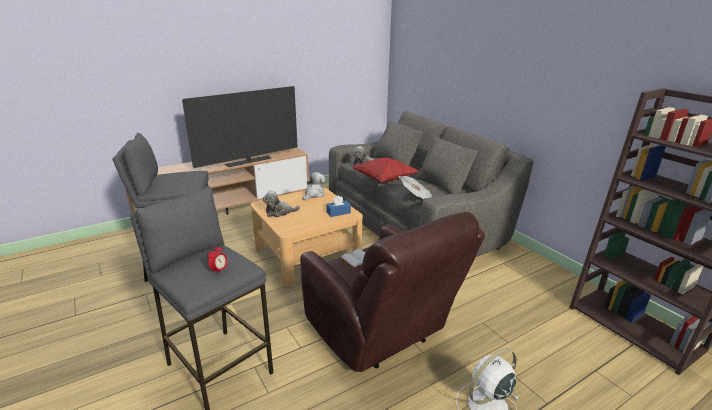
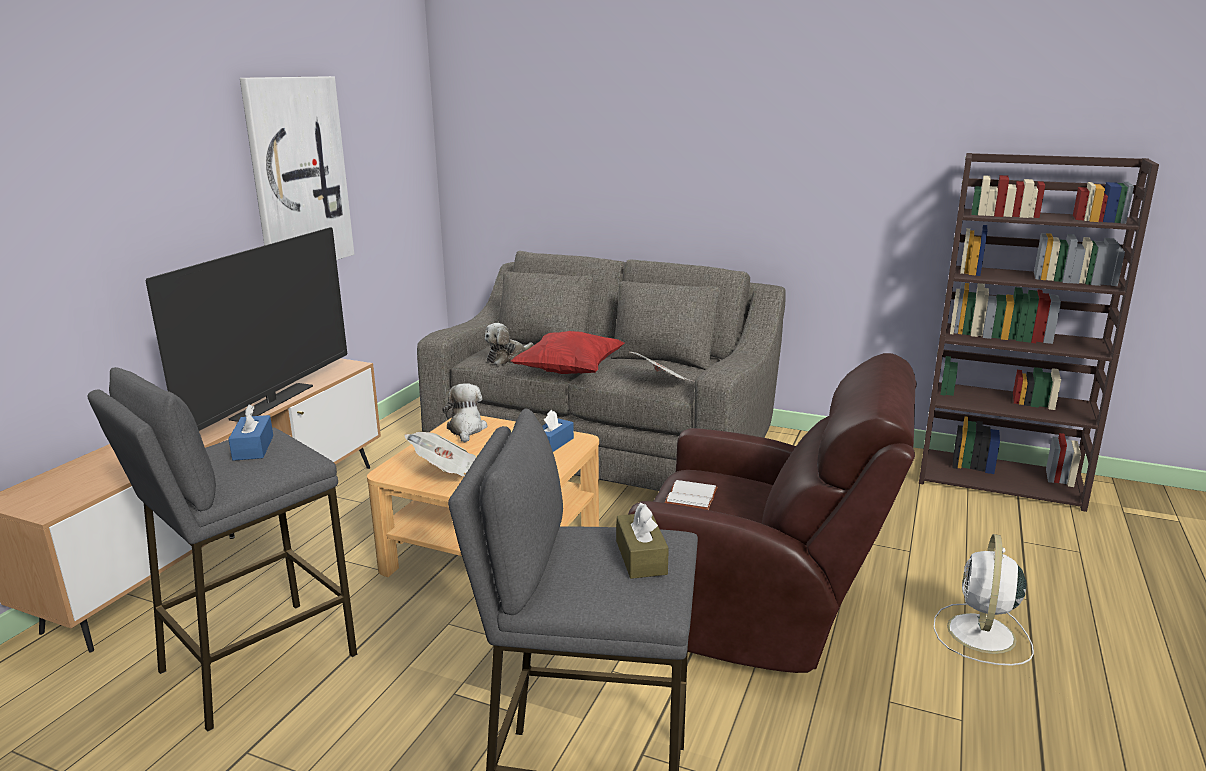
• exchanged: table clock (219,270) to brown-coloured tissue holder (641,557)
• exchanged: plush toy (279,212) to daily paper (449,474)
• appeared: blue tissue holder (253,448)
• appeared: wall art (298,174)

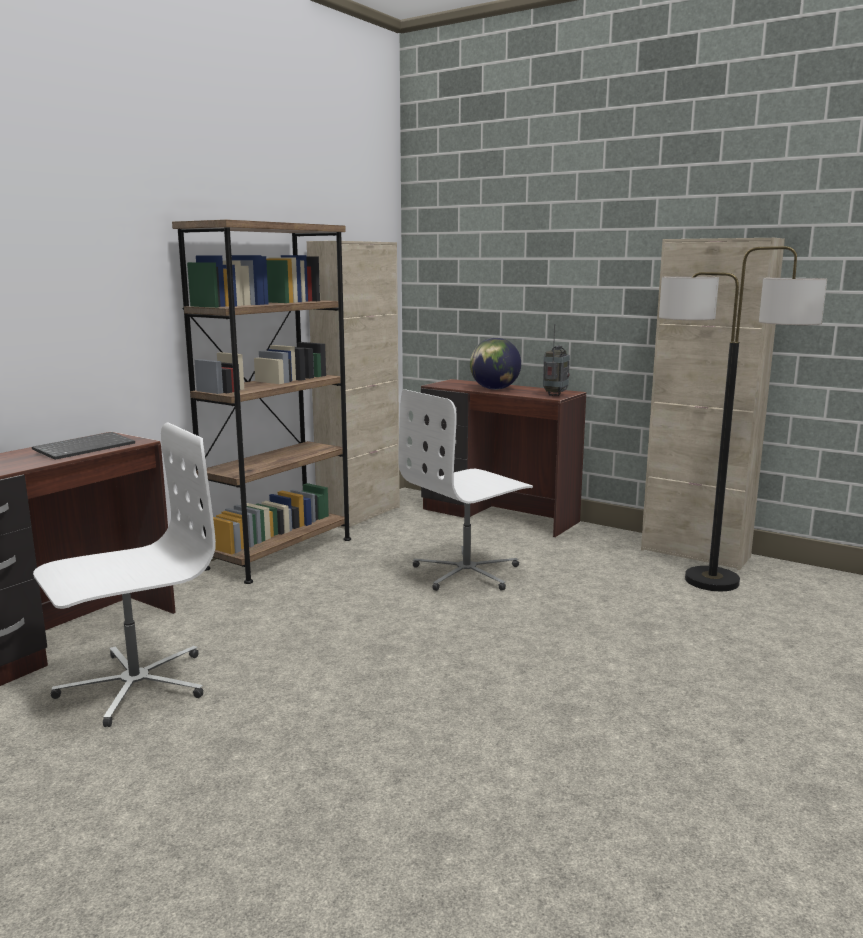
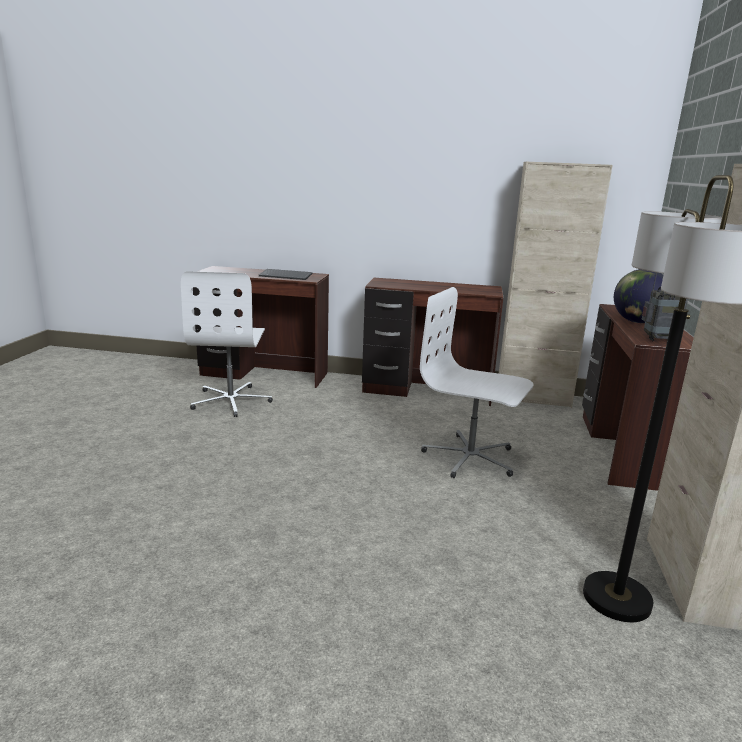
• spun: white-coloured desk chair (134,685) = (231,401) 60 degrees clockwise
• exchanged: brown-coloured shelving unit (280,553) to brown-coloured desk table (427,391)

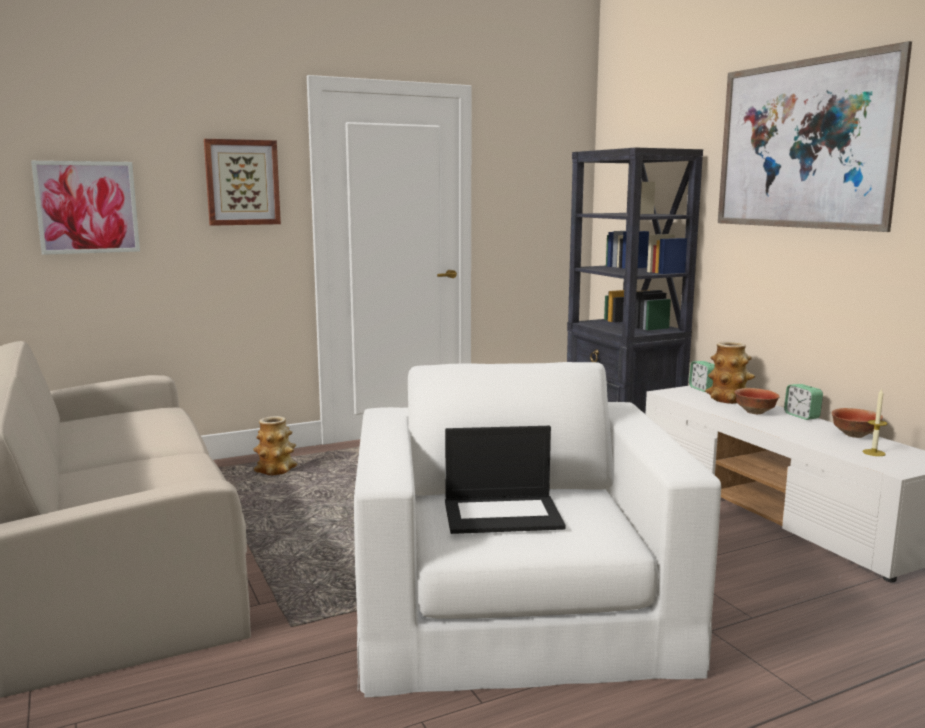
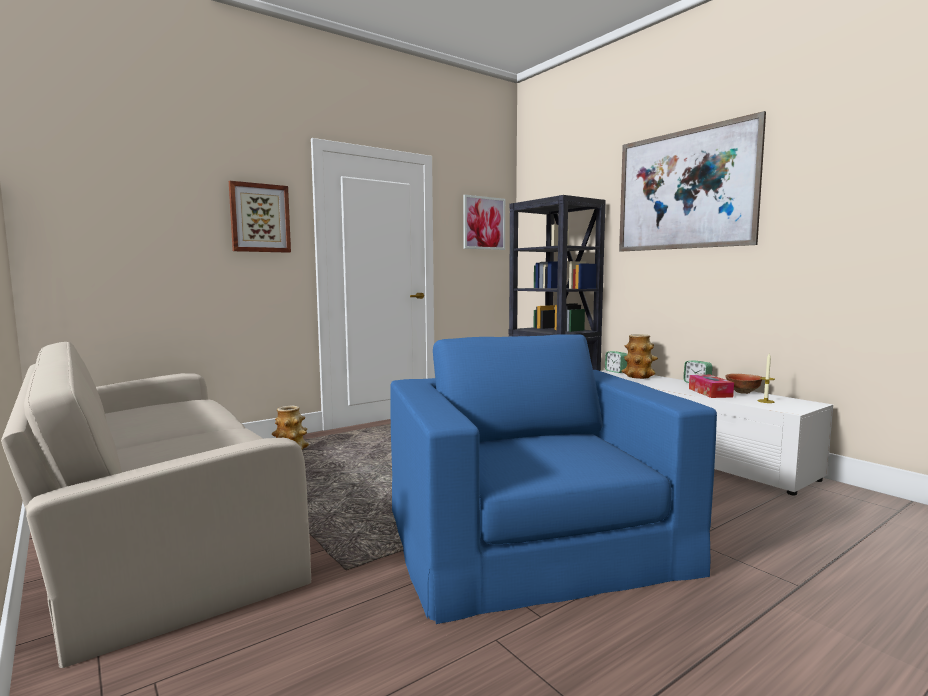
• relocated: wall art (87,207) to (483,223)
• colour: white-coloured armchair (515,608) to blue armchair (532,537)
• missing: portable computer (503,514)
• missing: bowl (755,412)
• appeared: tissue holder (710,393)

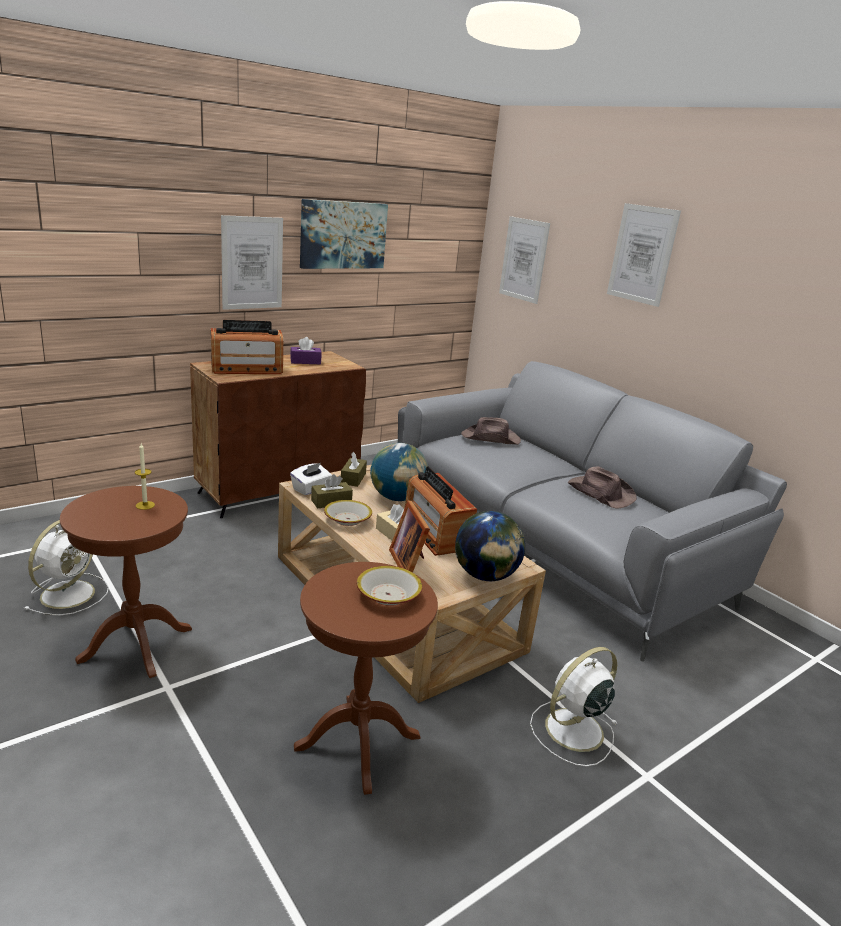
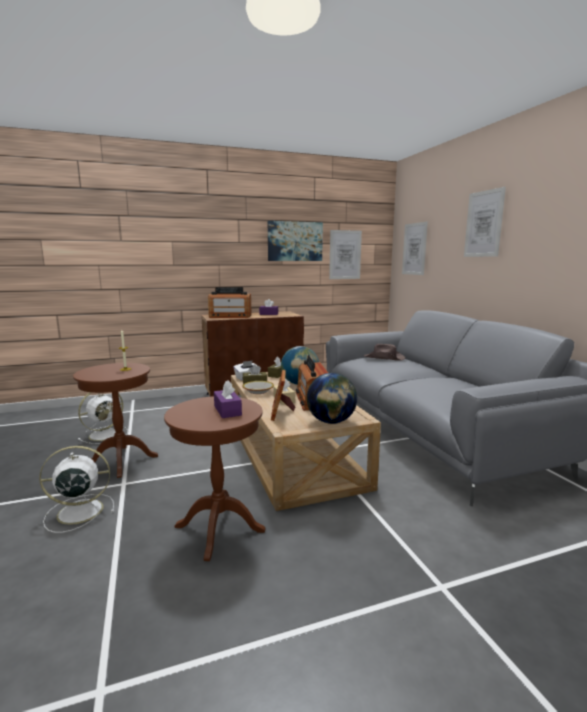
• relocated: wall art (252,263) to (345,255)
• exchanged: bowl (388,595) to purple-coloured tissue holder (227,410)
• relocated: white-coloured cooling fan (572,730) to (78,512)
• missing: brown-coloured hat (600,493)

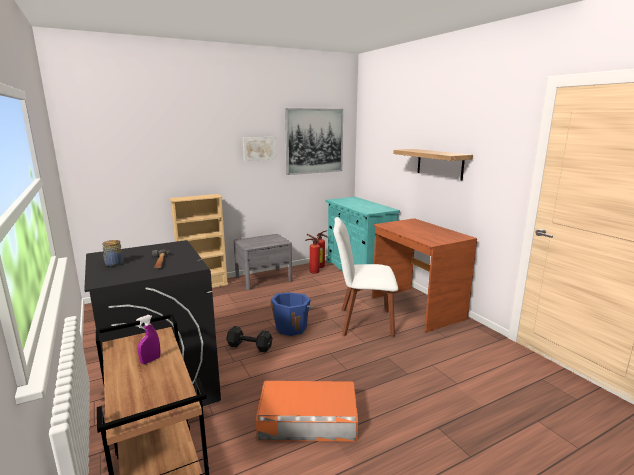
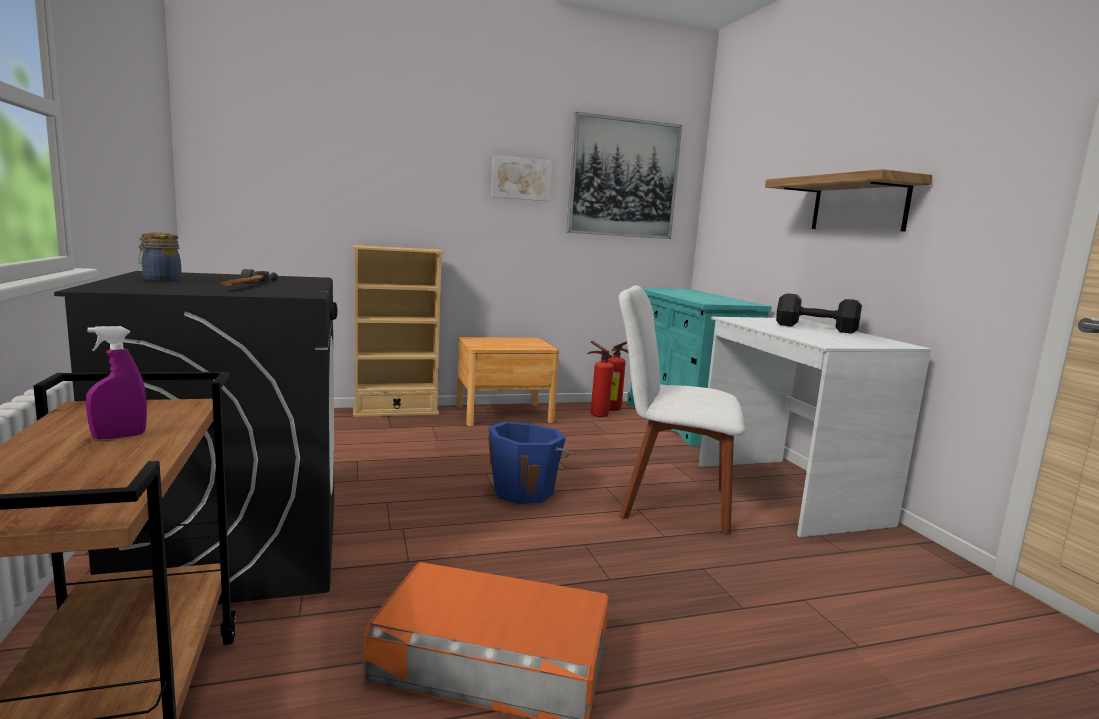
• relocated: black-coloured free weight (249,346) to (814,328)
• colour: grey bedside table (263,279) to brown-coloured bedside table (504,414)
• colour: brown-coloured desk table (416,308) to white-coloured desk table (786,493)

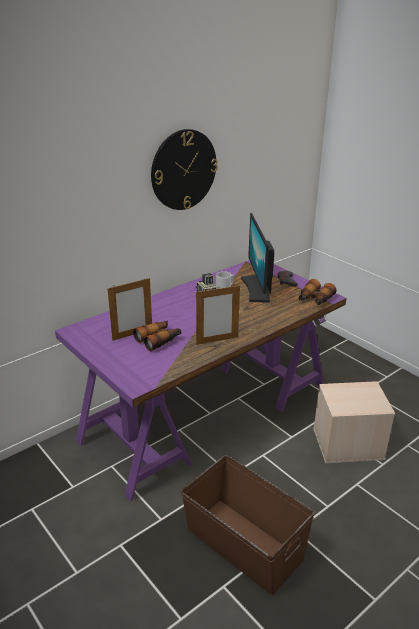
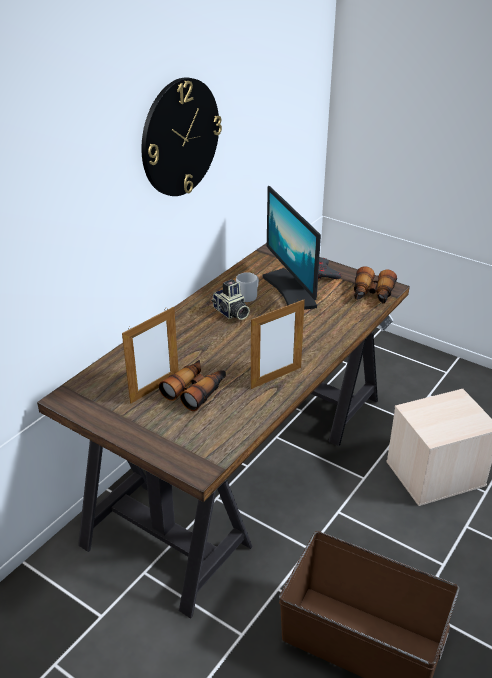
• colour: purple-coloured desk table (207,411) to brown-coloured desk table (243,464)

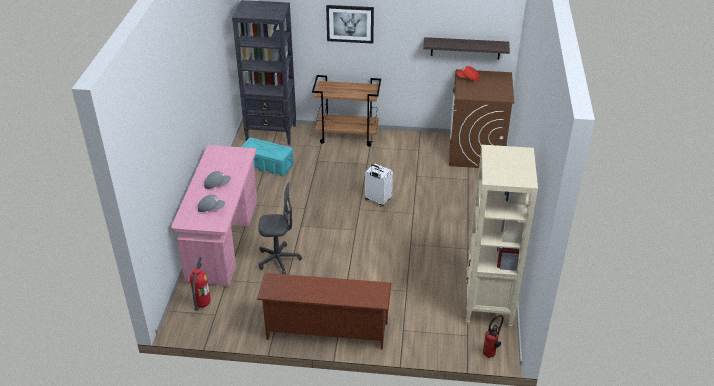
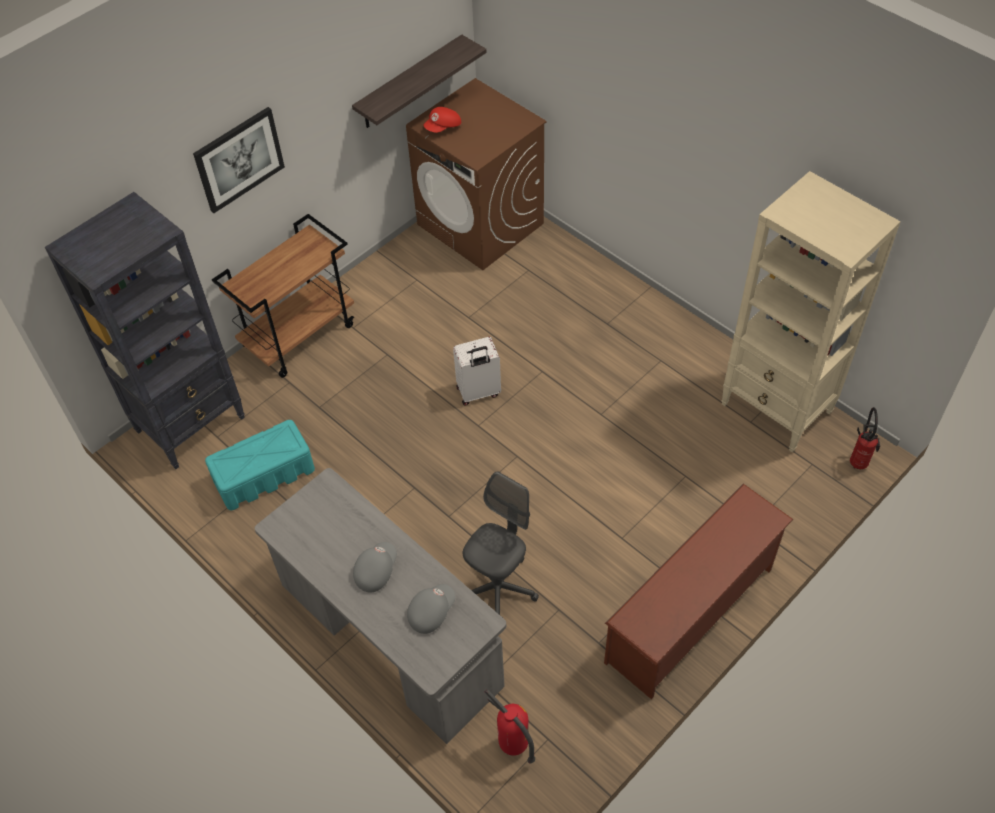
• colour: pink-coloured desk table (223,240) to grey desk table (390,636)

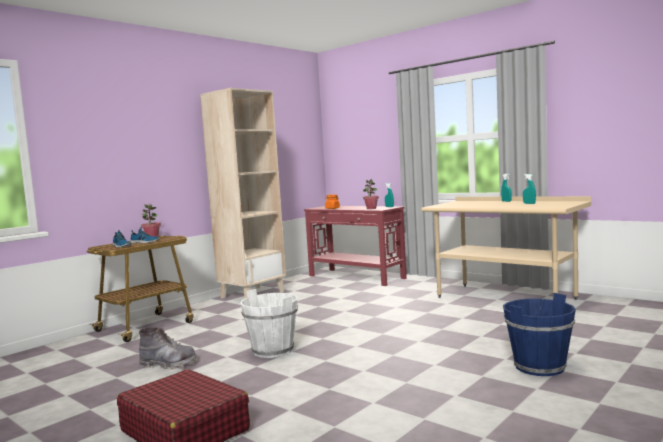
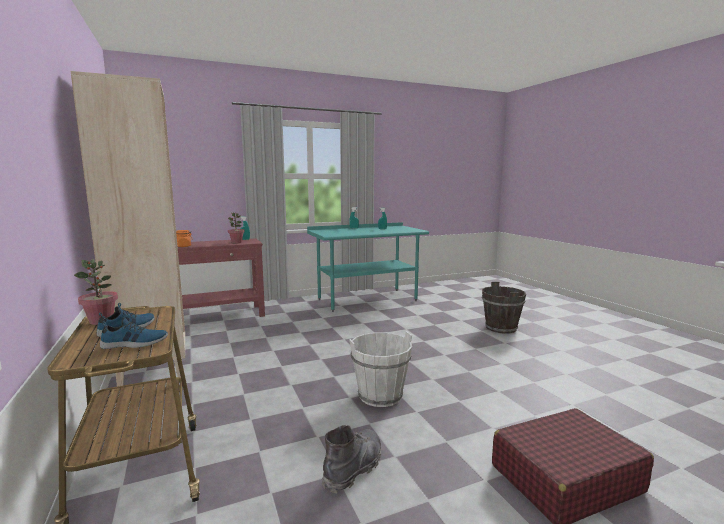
• colour: beige desk table (505,298) to turquoise desk table (367,300)
• colour: blue bucket (539,366) to brown-coloured bucket (500,328)

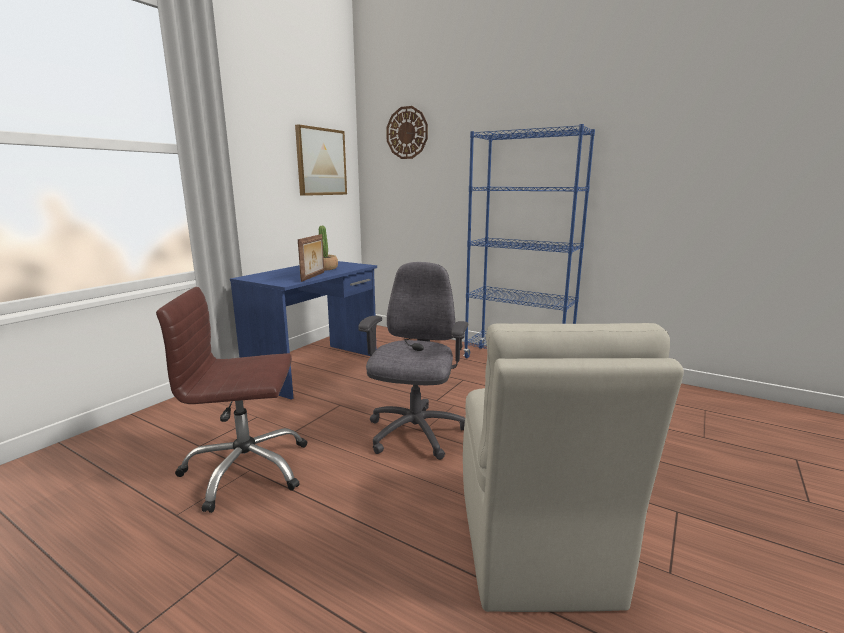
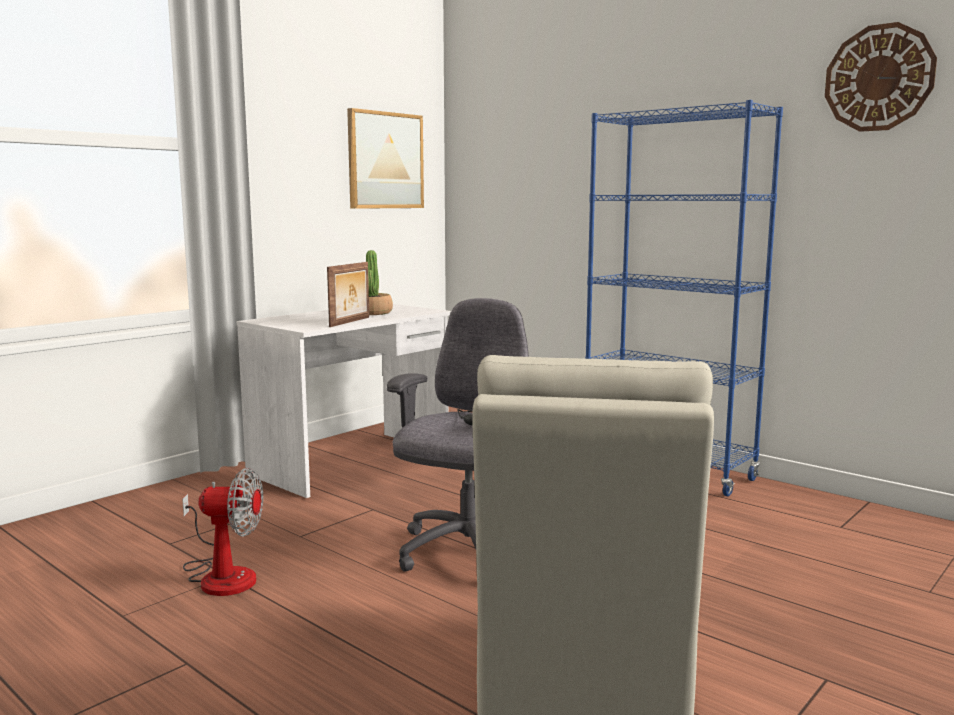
• exchanged: brown-coloured desk chair (246,470) to cooling fan (222,575)
• colour: blue desk table (316,369) to white-coloured desk table (354,462)
• relocated: wall clock (407,133) to (879,78)

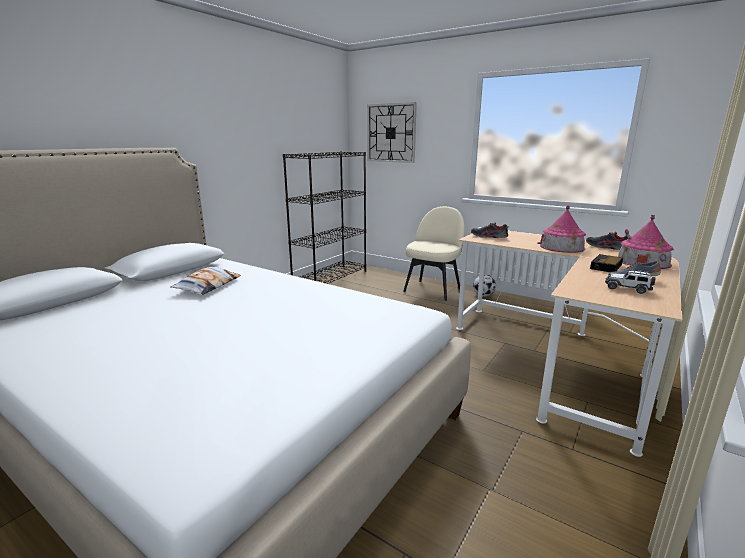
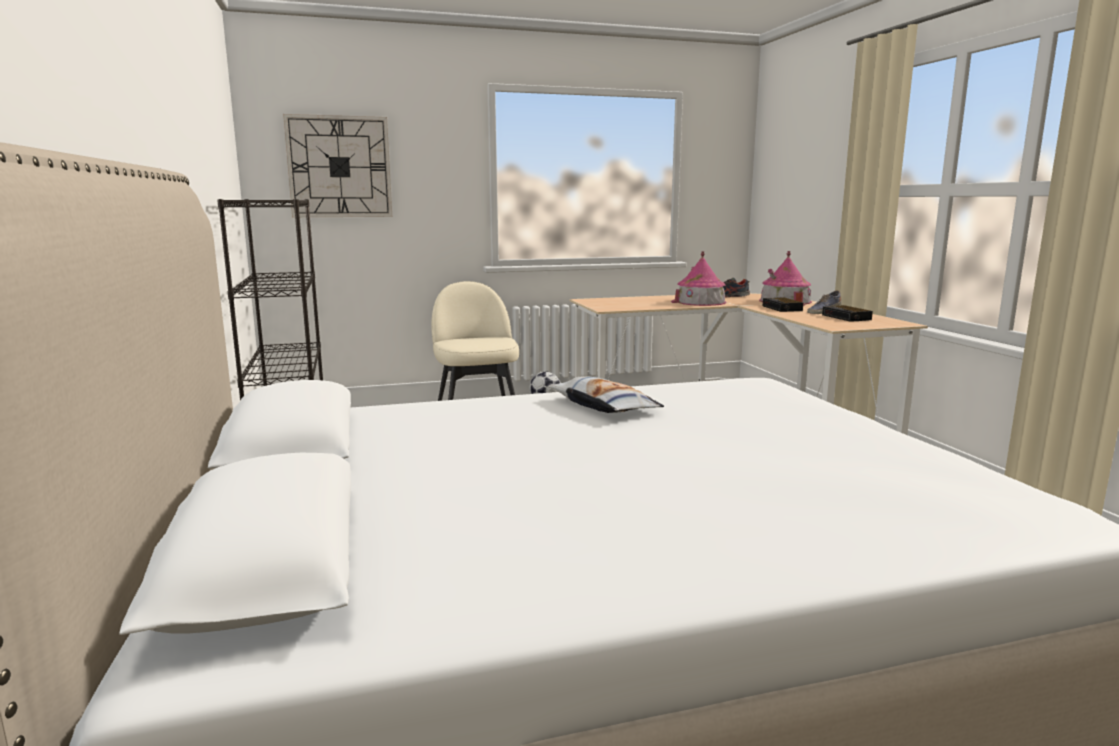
• relocated: throw pillow (208,286) to (603,406)
• missing: low shoe (488,237)
• exchanged: miniature car (627,288) to table clock (847,317)

